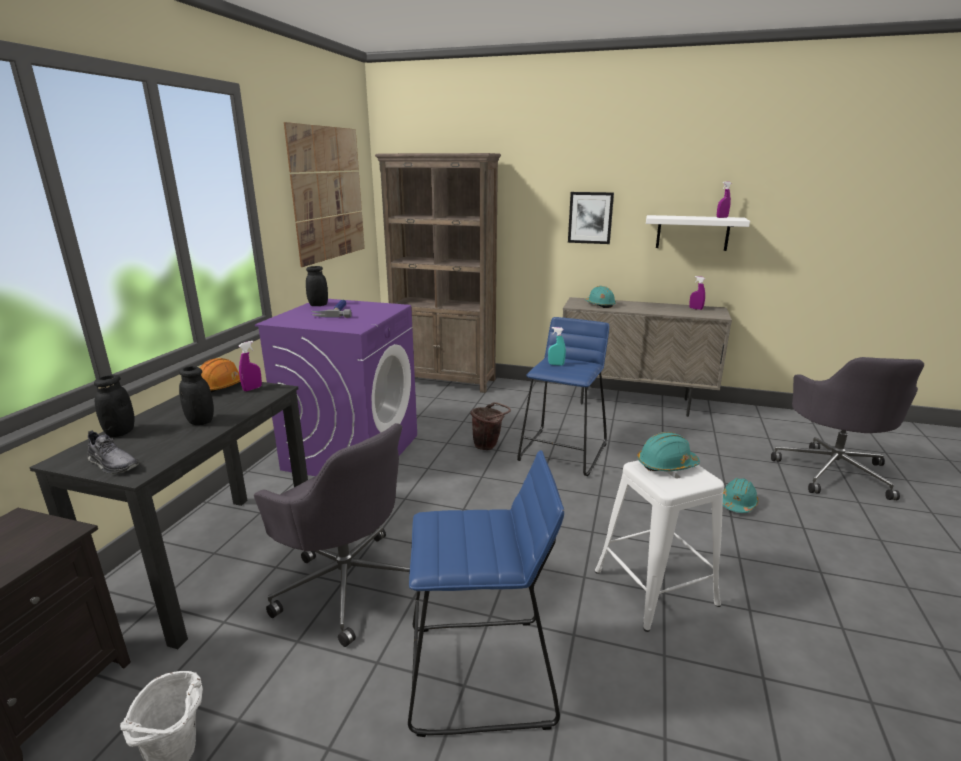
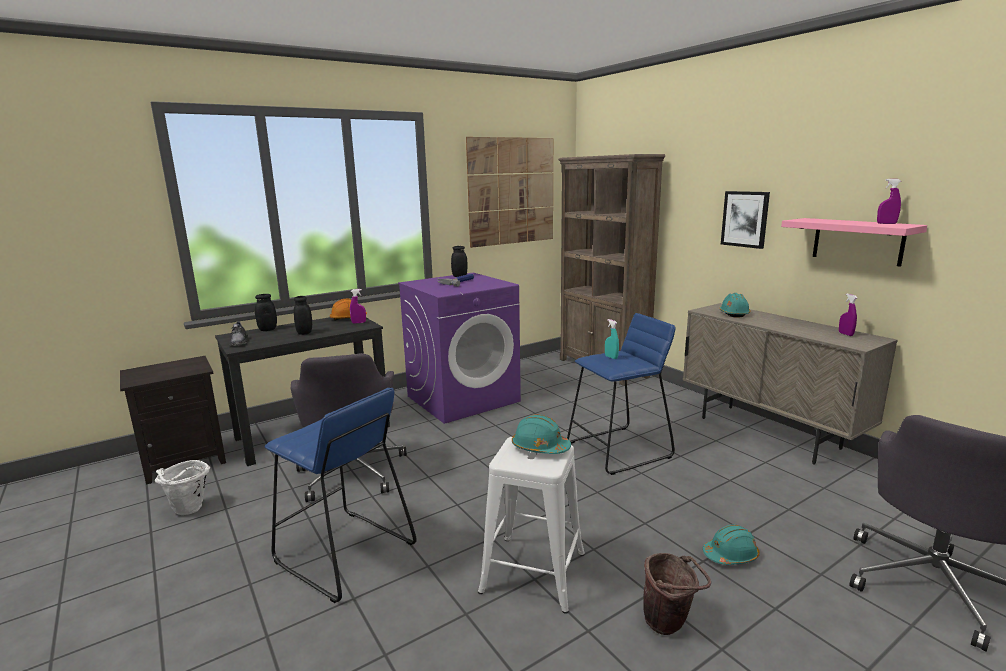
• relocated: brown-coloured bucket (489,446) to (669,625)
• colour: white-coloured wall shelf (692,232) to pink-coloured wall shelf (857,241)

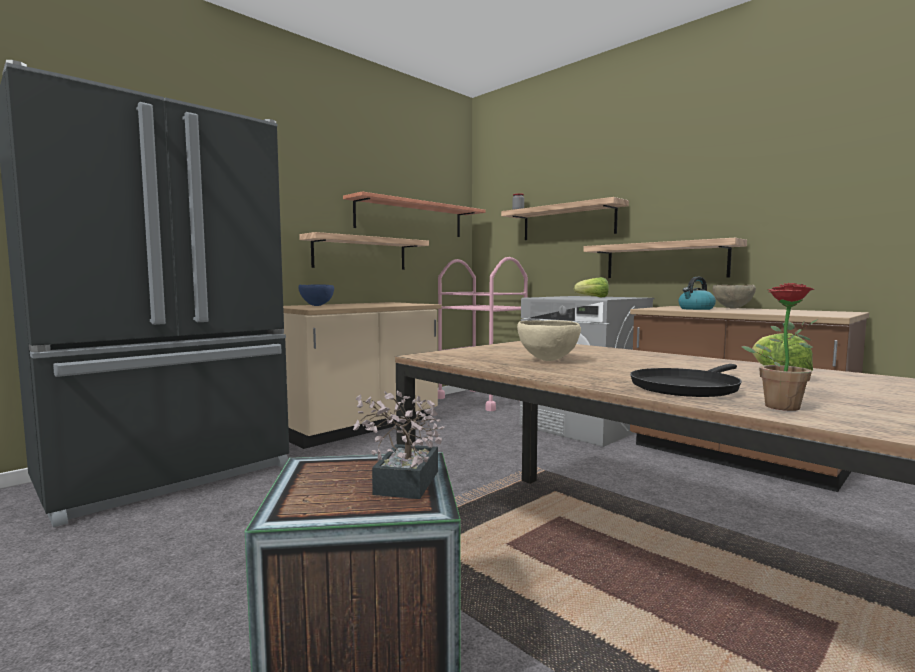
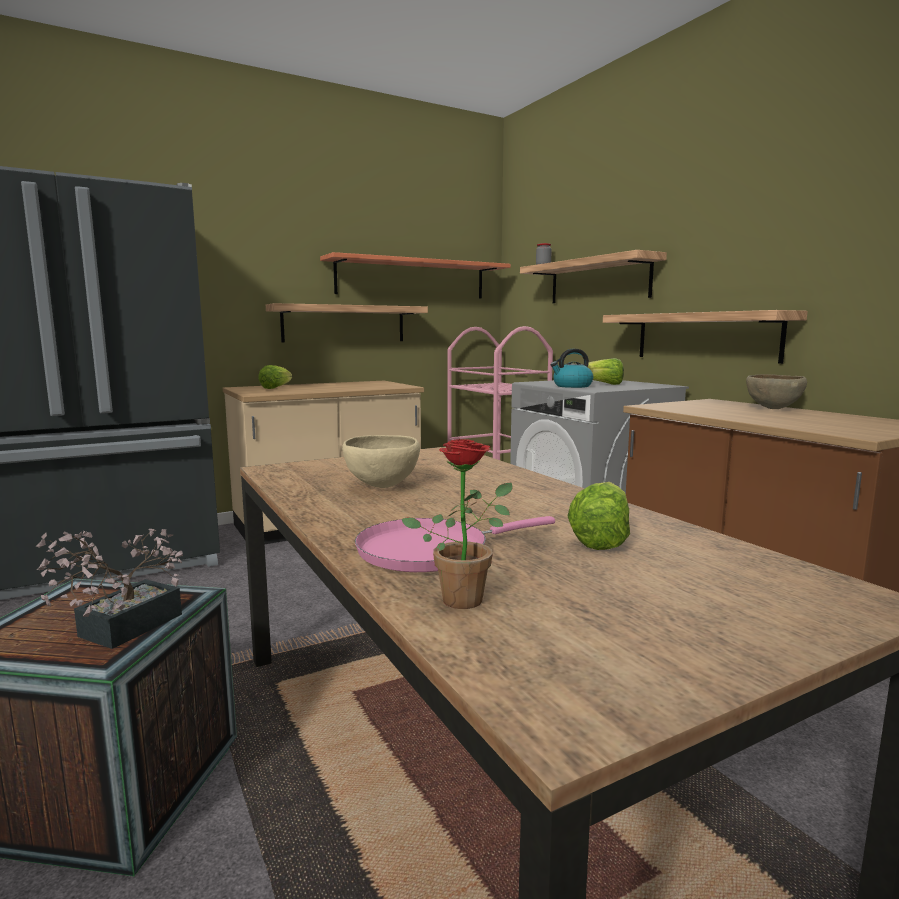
• exchanged: blue bowl (316,306) to lettuce (275,388)
• colour: black-coloured frying pan (686,387) to pink-coloured frying pan (431,551)
• relocated: kettle (696,309) to (572,386)

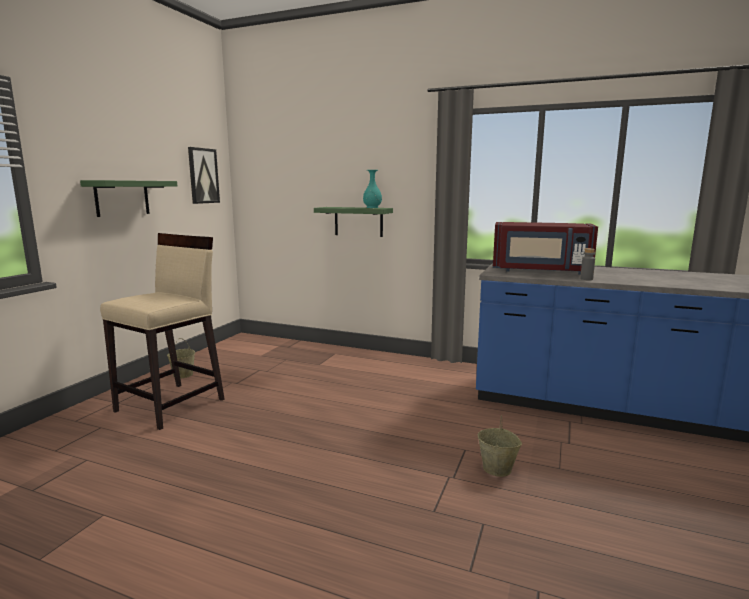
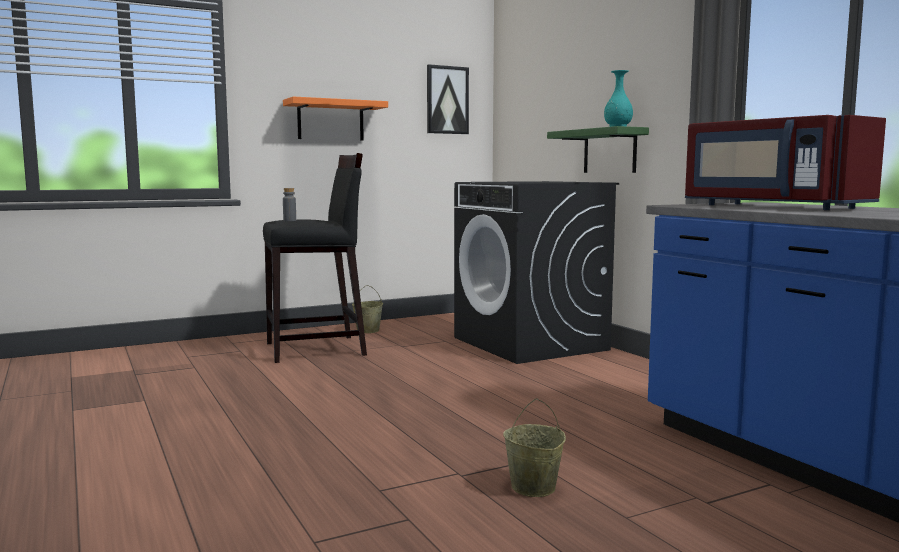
• colour: greenish wall shelf (122,198) to orange-coloured wall shelf (330,120)
• colour: beige stool seat (172,405) to black-coloured stool seat (316,349)
• relocated: grey drink bottle (586,279) to (289,220)
• appeared: black-coloured laundry appliance (531,344)

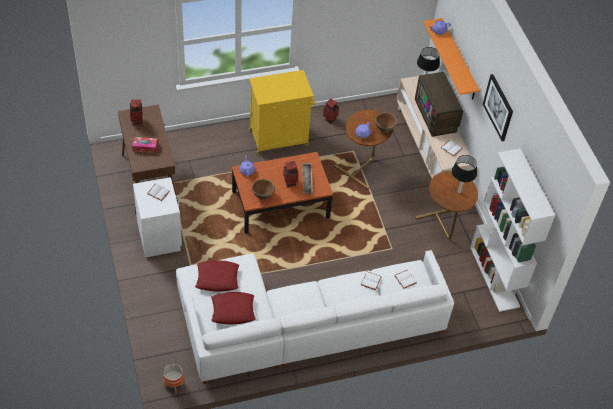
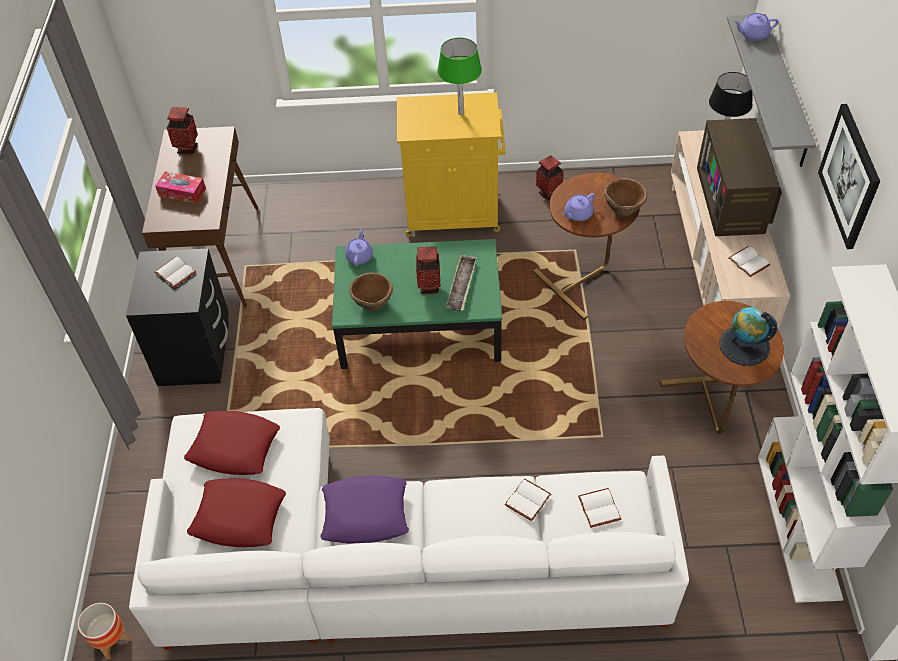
• colour: white-coloured bedside table (160,236) to black-coloured bedside table (196,353)
• colour: brown-coloured lounge table (280,204) to greenish lounge table (420,326)
• colour: orange-coloured wall shelf (458,60) to grey wall shelf (784,91)
• exchanged: black-coloured tabletop lamp (459,192) to globe (744,345)
• appeared: purple-coloured throw pillow (365,514)
• appeared: greenish tabletop lamp (461,113)

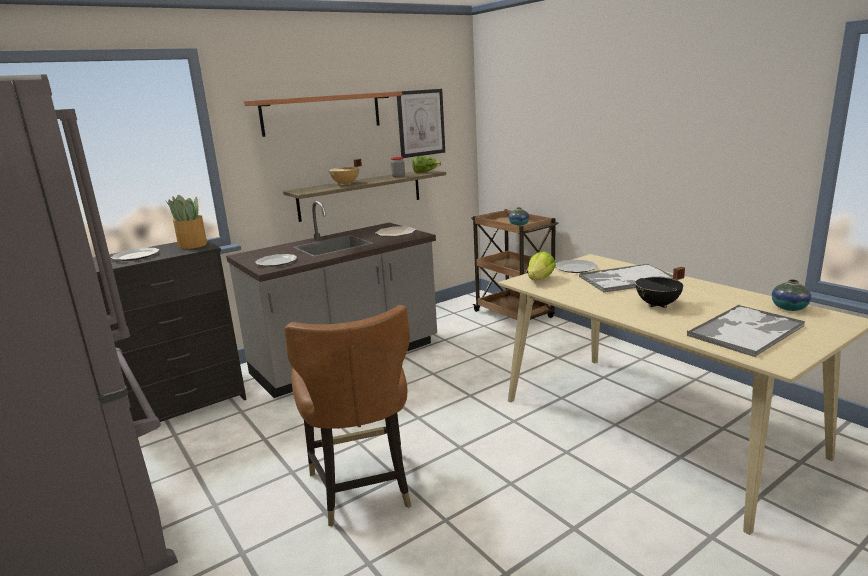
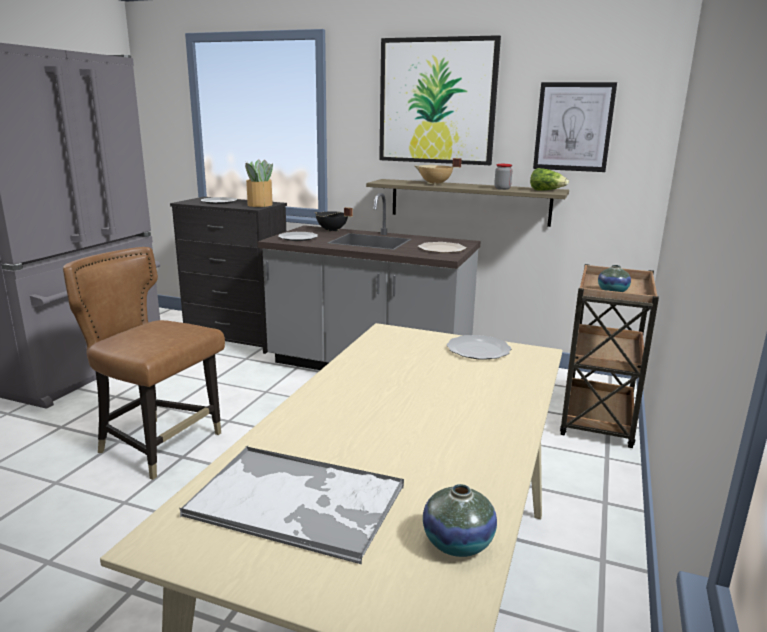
• exchanged: wall shelf (322,113) to wall art (437,101)
• spun: brown-coloured chair (362,488) = (159,445) 75 degrees clockwise
• missing: lettuce (539,279)
• missing: carrying tray (626,279)
• relocated: black-coloured cooking pot (658,305) to (331,230)

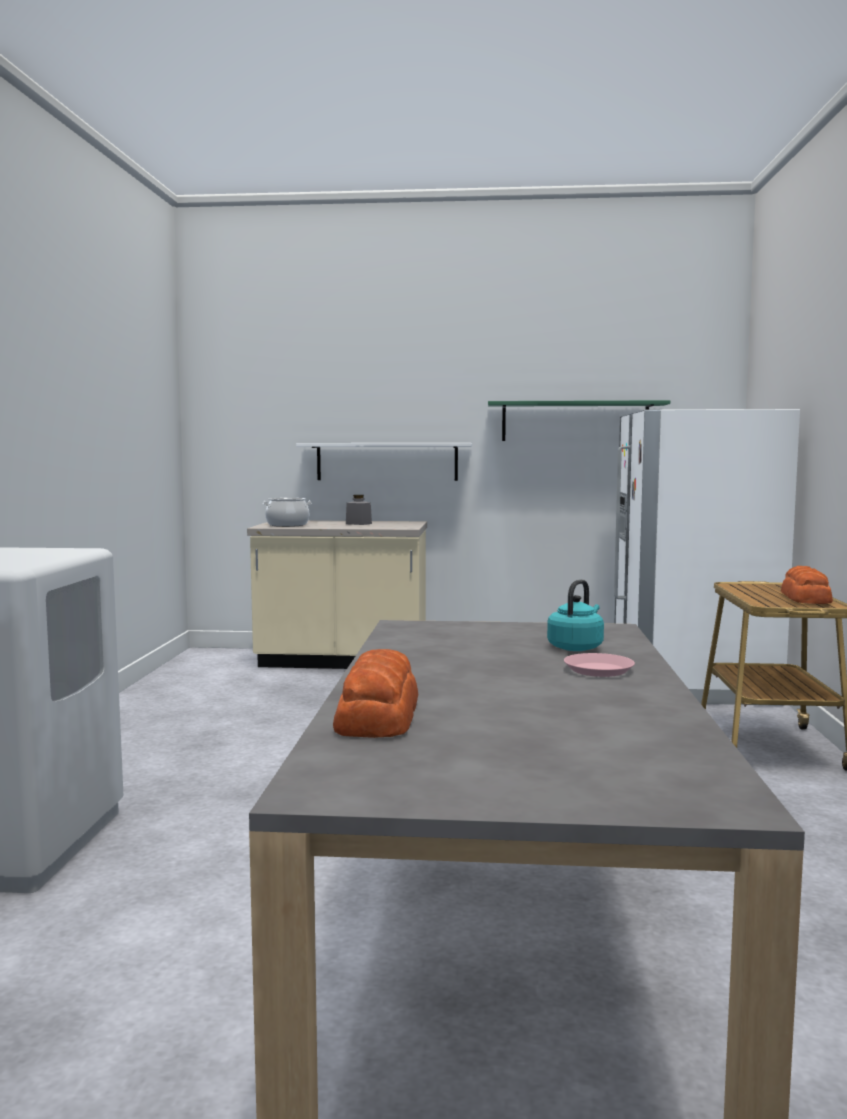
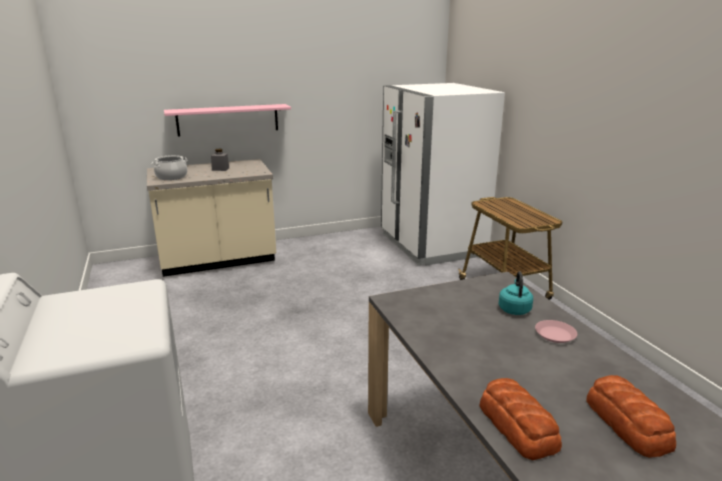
• colour: white-coloured wall shelf (387,461) to pink-coloured wall shelf (228,119)
• missing: greenish wall shelf (574,421)
• relocated: baked bread (805,598) to (628,424)

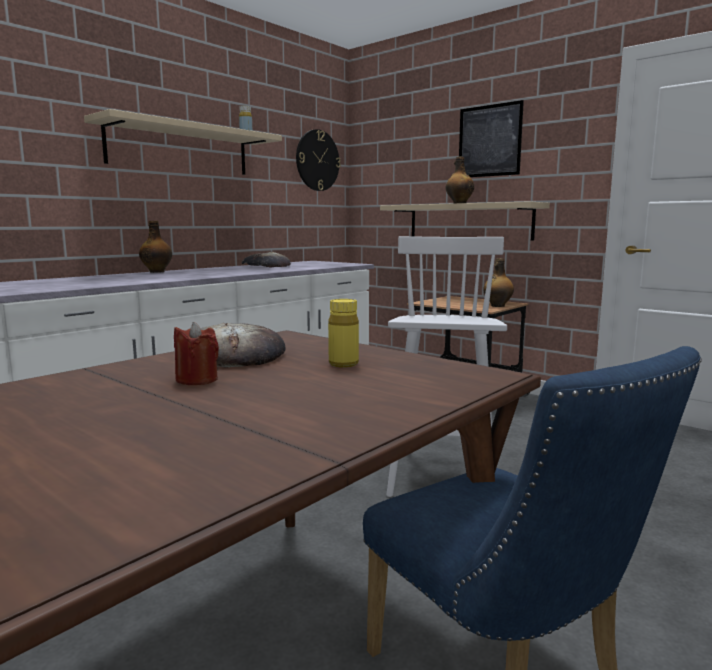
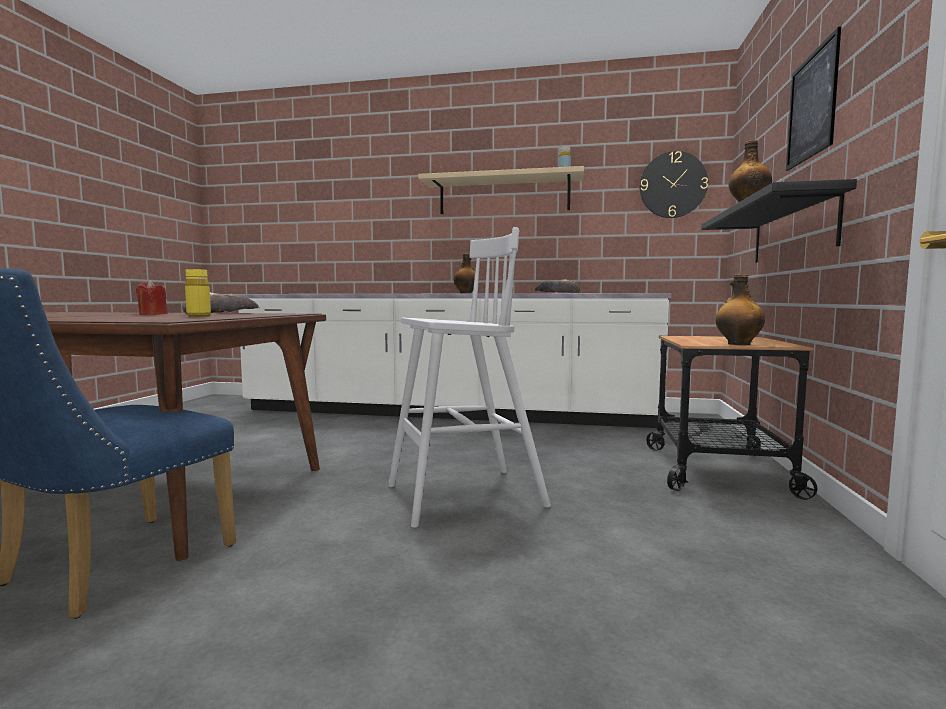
• colour: beige wall shelf (469,222) to black-coloured wall shelf (792,230)

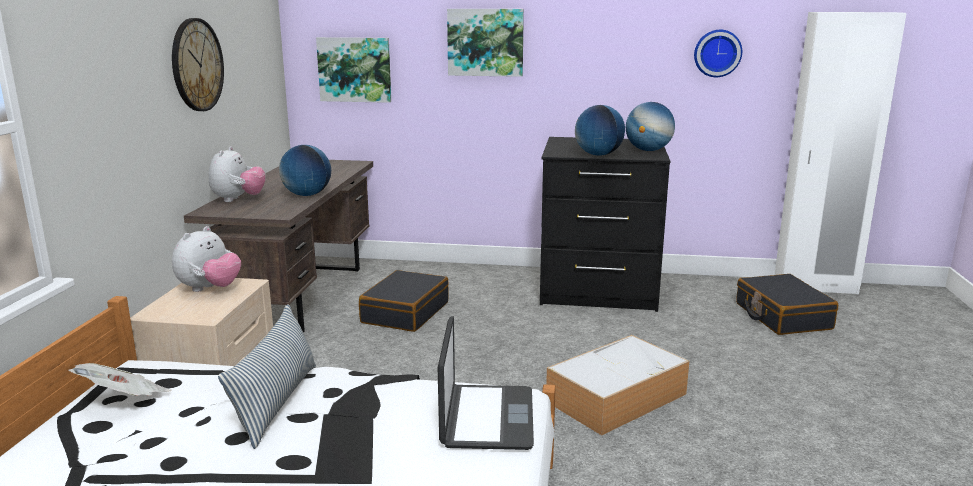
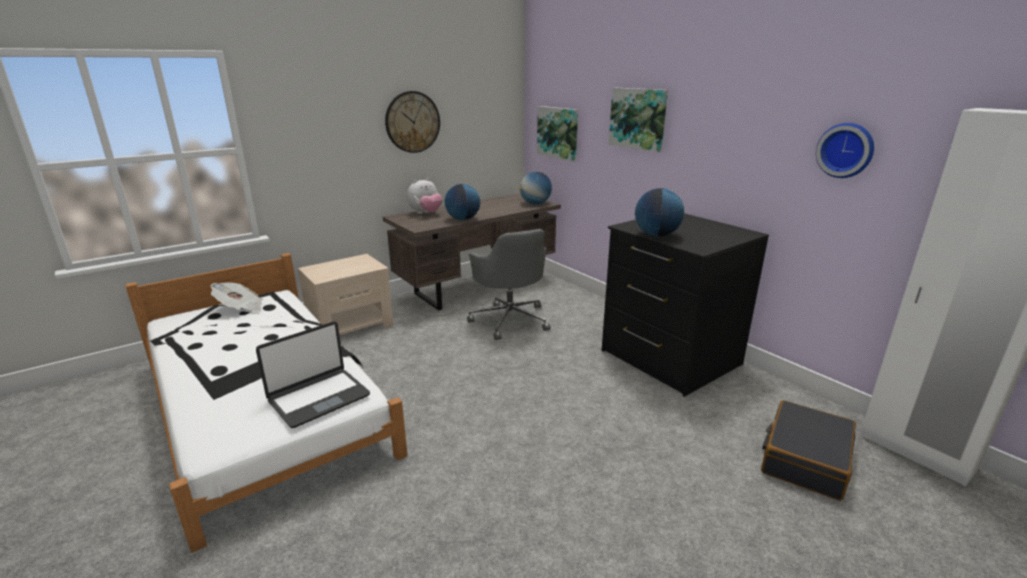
• missing: plush toy (209,289)
• missing: throw pillow (276,403)
• exchanged: black-coloured piece of luggage (405,312) to grey desk chair (510,320)
• missing: storage container (617,397)
• relocated: globe (648,150) to (535,203)

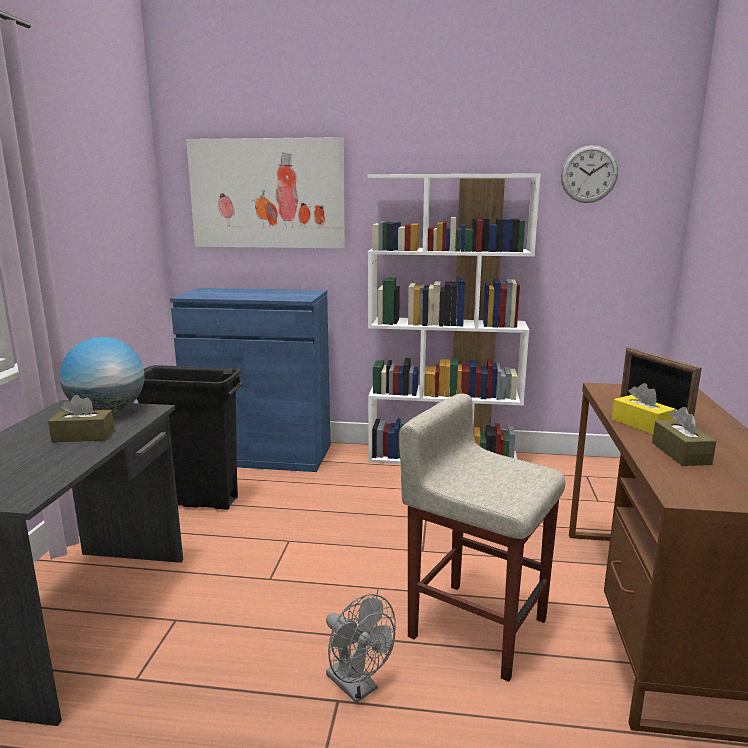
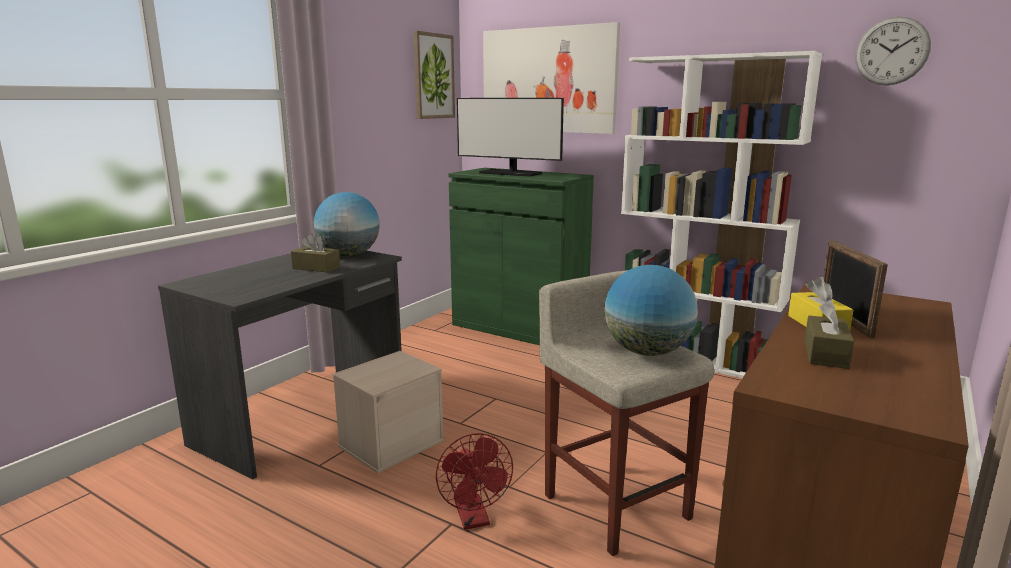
• missing: black-coloured trash can (196,501)
• colour: blue cupboard (260,454) to greenish cupboard (519,327)
• colour: grey cooling fan (357,687) to red cooling fan (474,519)
• appeared: beige storage container (391,442)
• appeared: wall art (433,76)
• appeared: computer screen (510,173)
• appeared: globe (647,352)

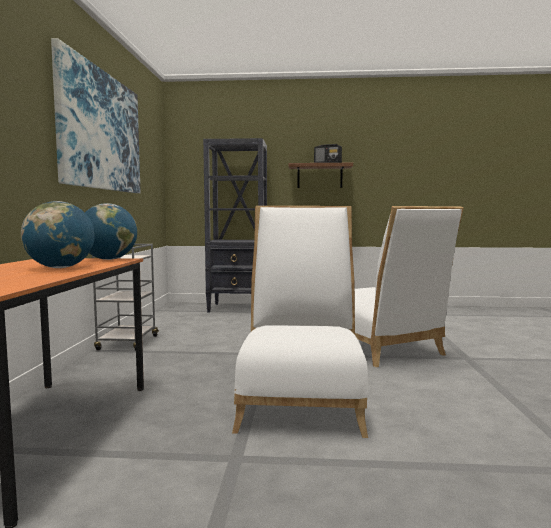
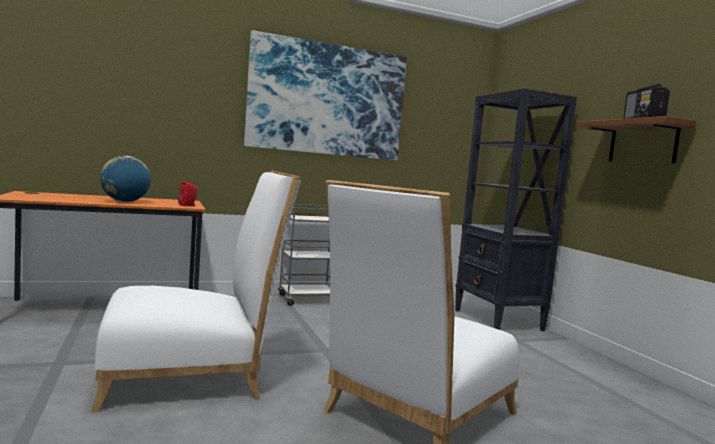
• exchanged: globe (109,259) to red loudspeaker (188,205)

